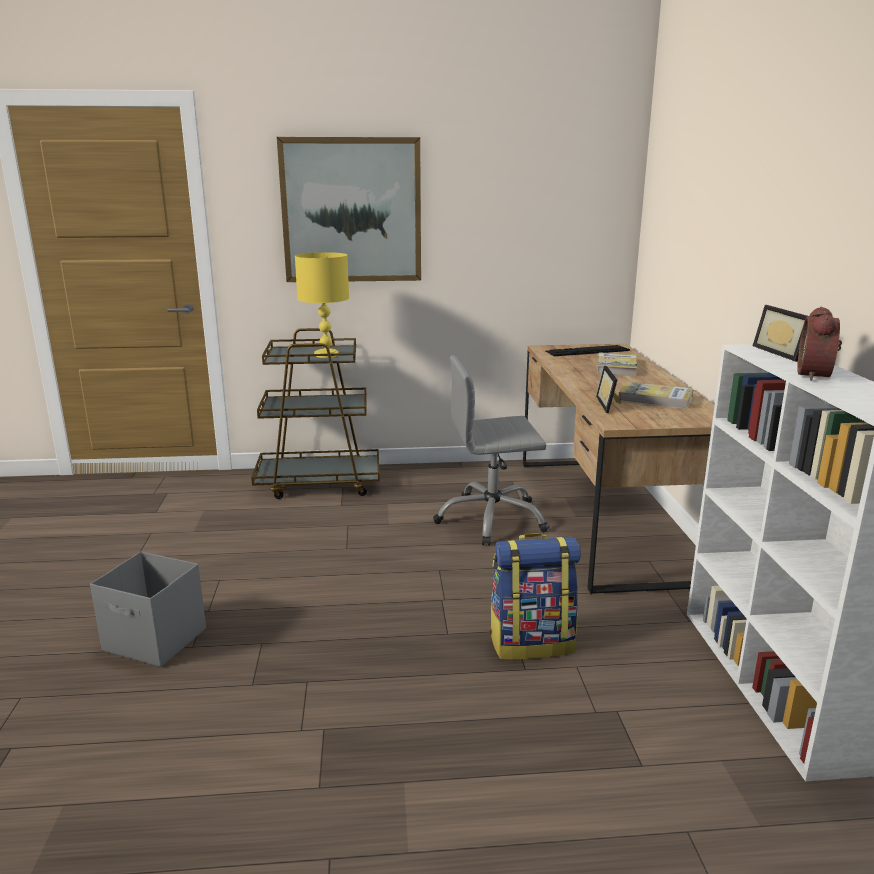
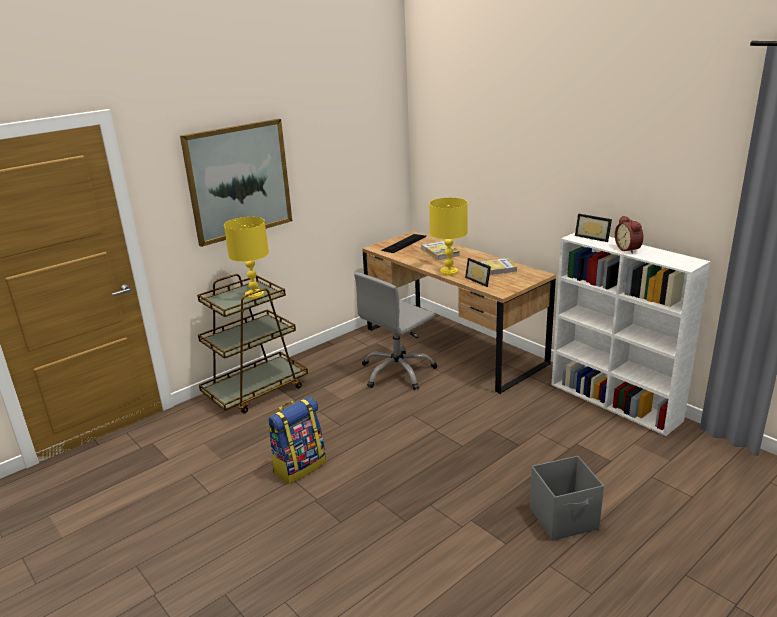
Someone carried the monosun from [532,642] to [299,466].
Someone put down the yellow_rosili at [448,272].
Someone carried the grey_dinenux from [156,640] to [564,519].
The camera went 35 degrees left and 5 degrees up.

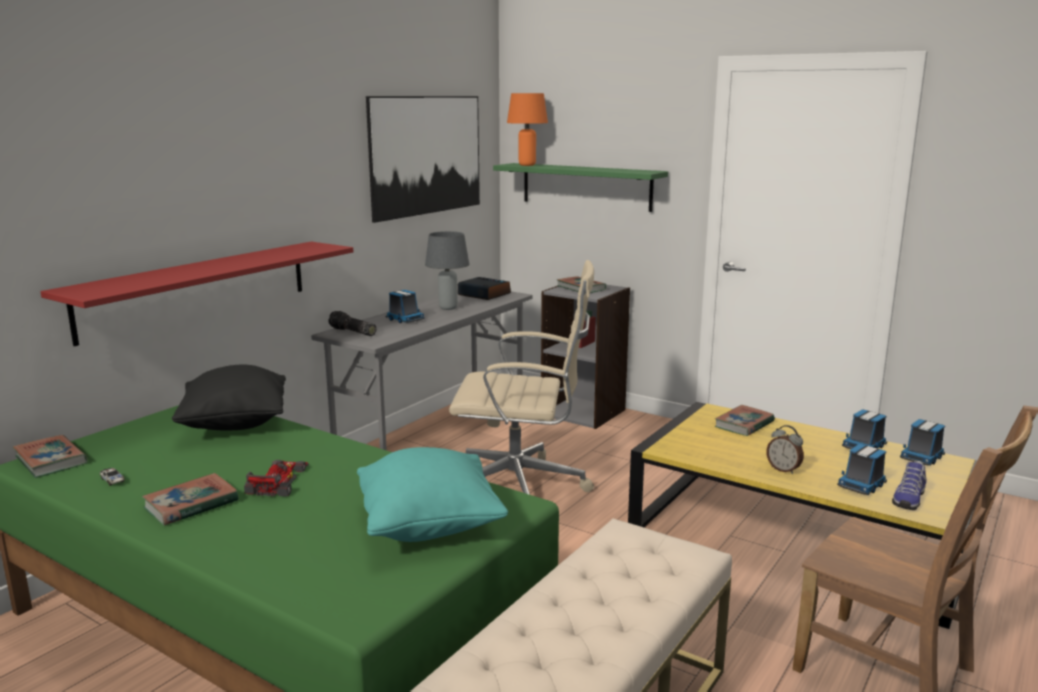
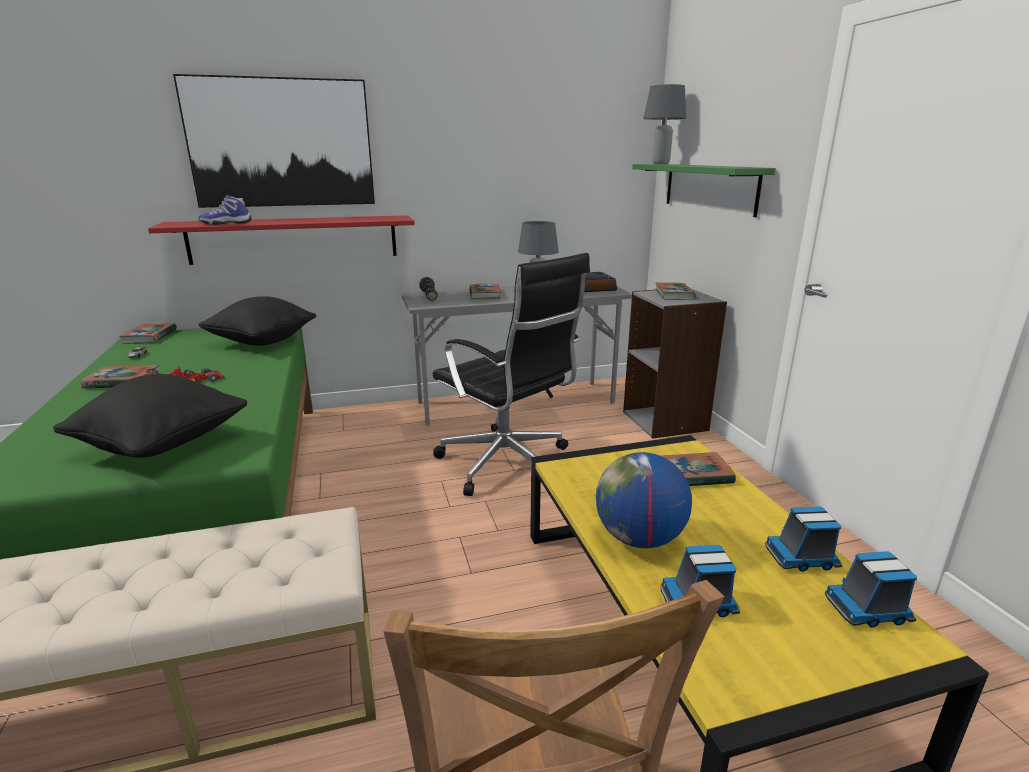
Someone repainted the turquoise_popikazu at [429,526], which became the black_popikazu at [163,446].
Someone carried the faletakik from [426,155] to [281,143].
Someone carried the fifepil from [908,499] to [226,223].
Someone repainted the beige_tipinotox at [521,488], which became the black_tipinotox at [507,465].
Someone swapped the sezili at [404,319] for the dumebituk at [484,294].
Someone swapped the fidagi at [783,469] for the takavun at [639,539].
Someone repainted the orange_rosili at [527,165], which became the grey_rosili at [661,164].
The camera went 40 degrees right and 5 degrees up.

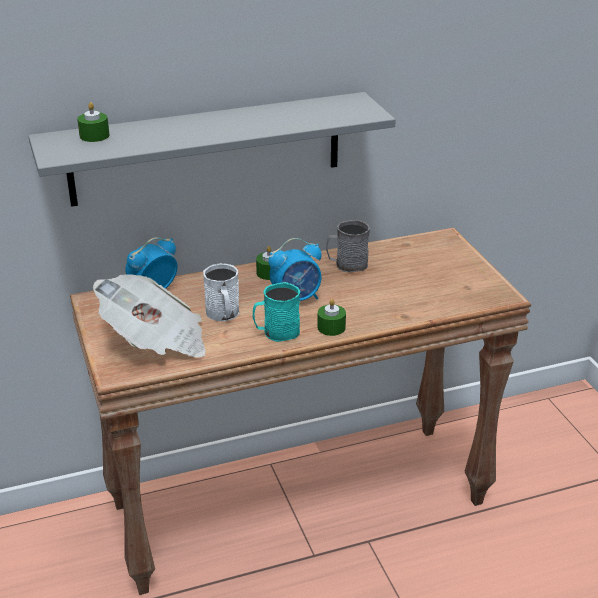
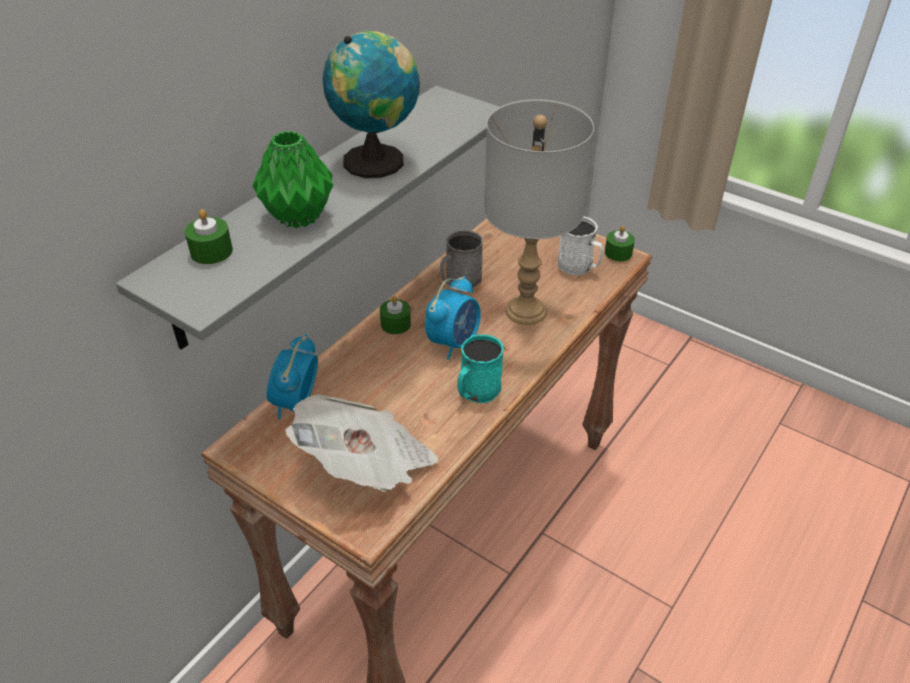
Someone put down the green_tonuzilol at [300,217].
Someone put down the takavun at [378,161].
Someone put down the grey_rosili at [525,311].
Someone carried the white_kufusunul from [223,314] to [579,266].
Someone carried the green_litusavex from [331,327] to [618,253].
The camera went 35 degrees left and 10 degrees up.

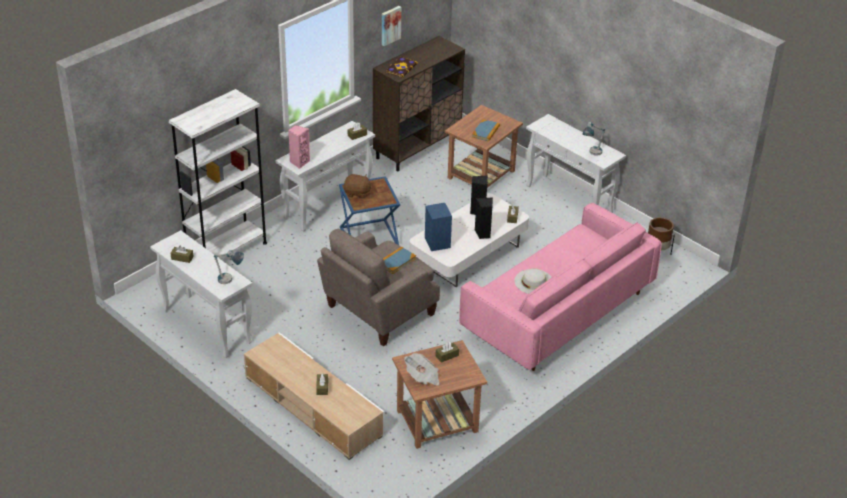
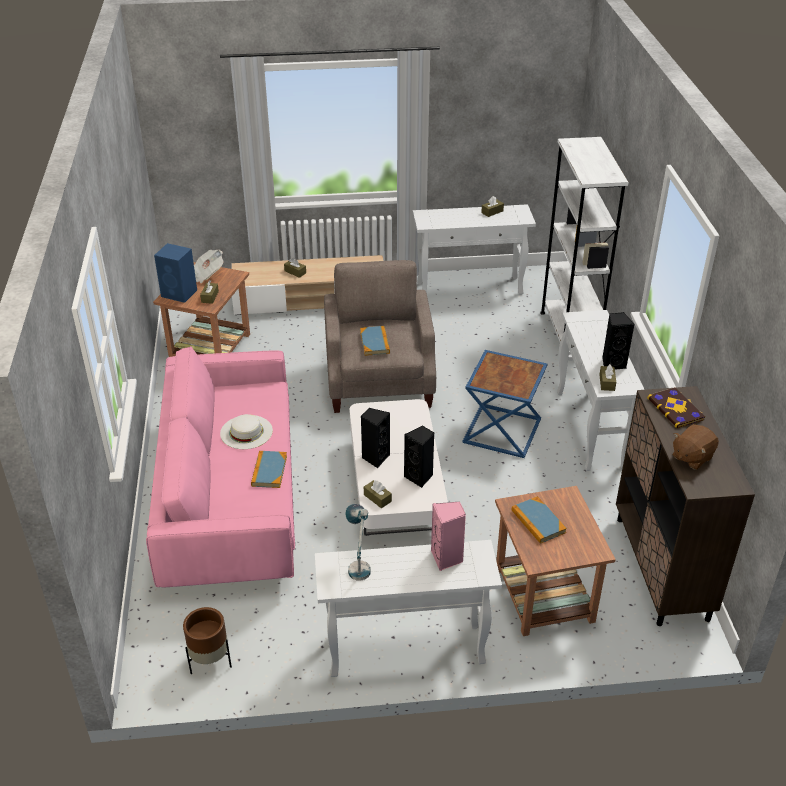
Someone carried the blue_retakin from [437,242] to [180,293].
Someone put down the dumebituk at [269,471].
Someone carried the pink_retakin from [299,162] to [447,558].
Someone put down the black_retakin at [612,363].
Someone carried the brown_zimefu from [357,193] to [691,457].
Someone took away the rosili at [230,281].
Someone took away the faletakik at [390,25].
The camera went 130 degrees right and 0 degrees up.

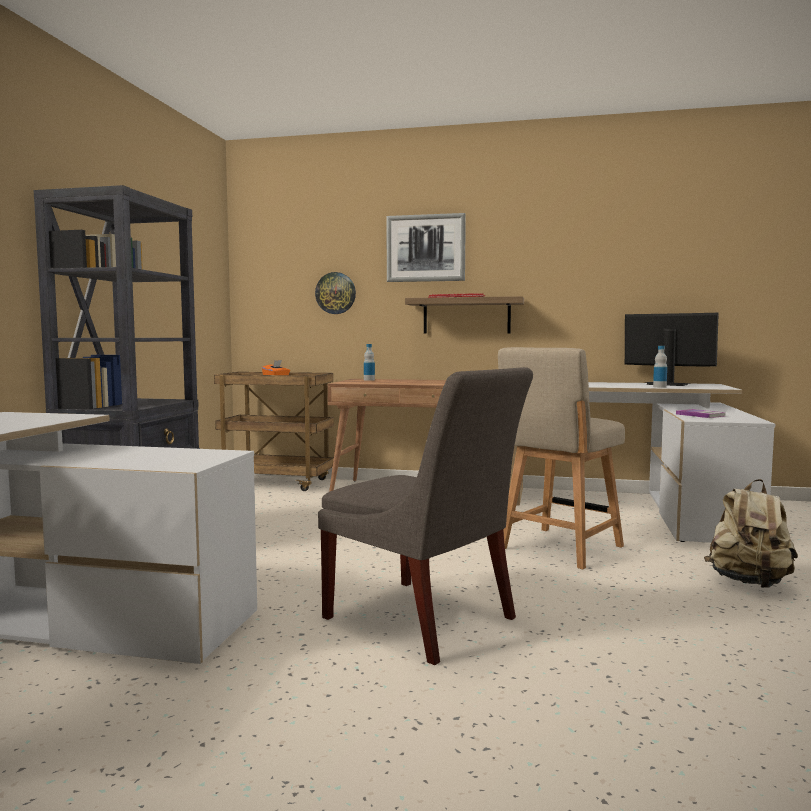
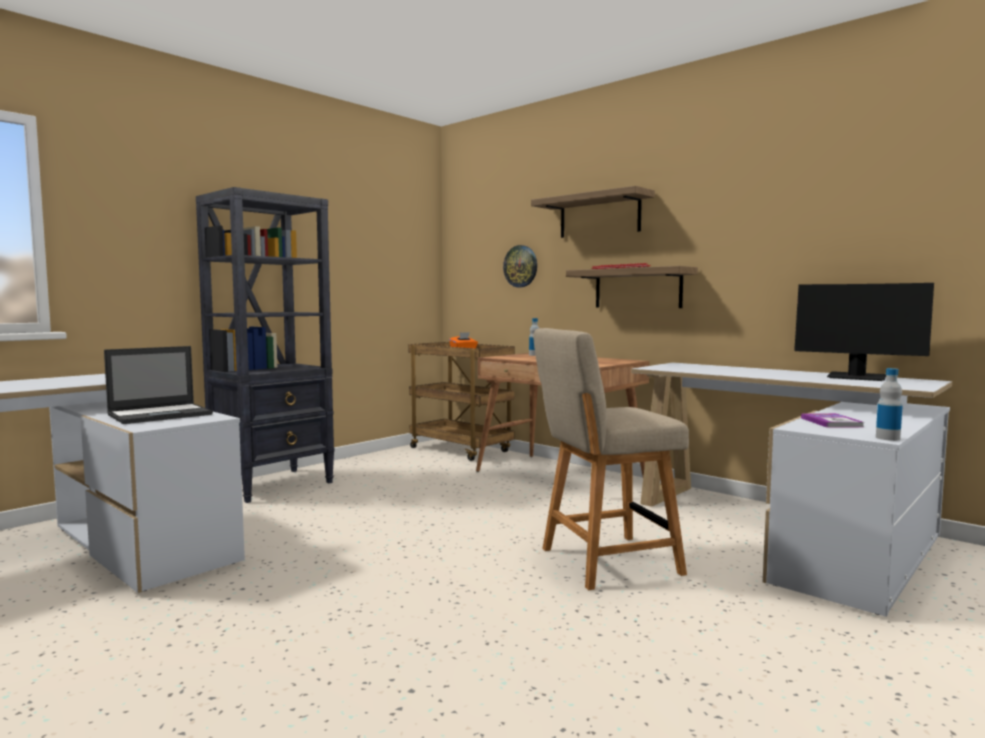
Someone put down the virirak at [161,414].
Someone swapped the faletakik at [425,248] for the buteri at [599,216].
Someone rotated the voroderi at [667,384] by 150 degrees clockwise.
Someone carried the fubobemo from [659,387] to [887,438].
Someone took away the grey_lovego at [424,621].
Someone took away the beige_monosun at [749,583].
The camera went 30 degrees right and 0 degrees up.

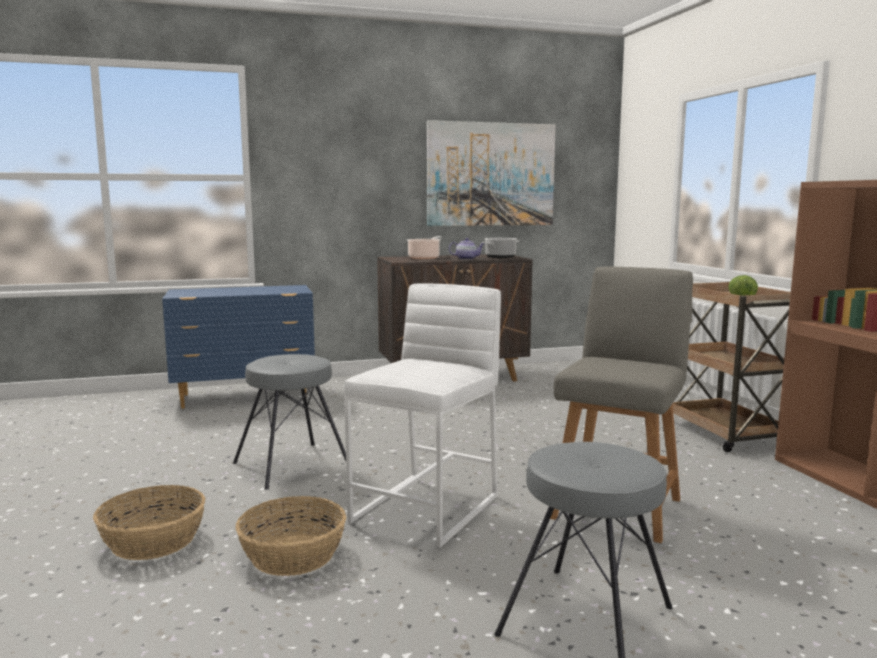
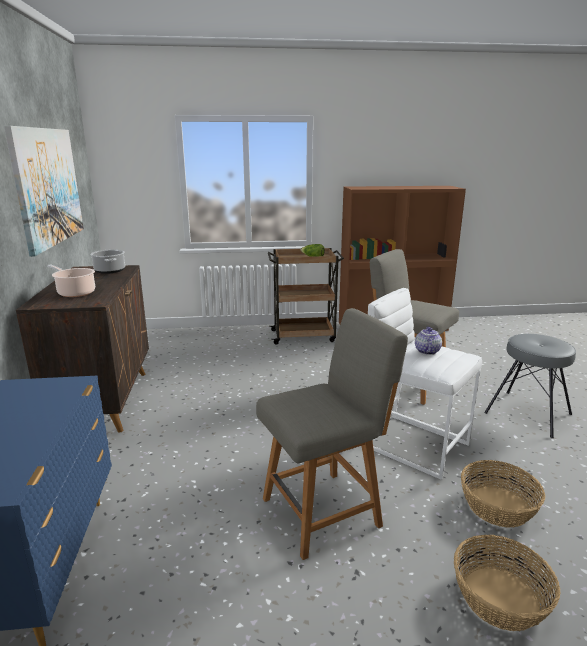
Someone swapped the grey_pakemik at [292,465] for the grey_lovego at [324,510].
Someone carried the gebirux from [467,259] to [426,351].
The camera went 80 degrees left and 10 degrees up.

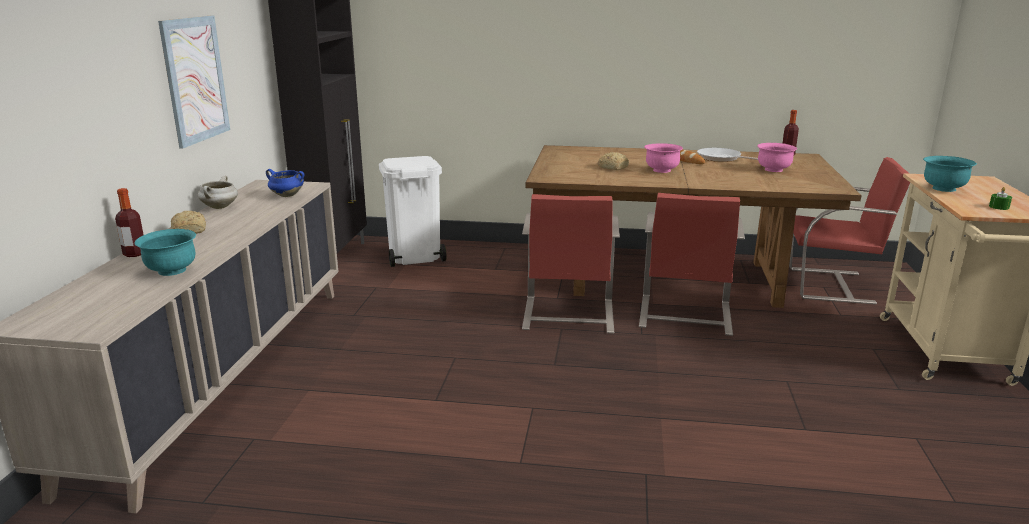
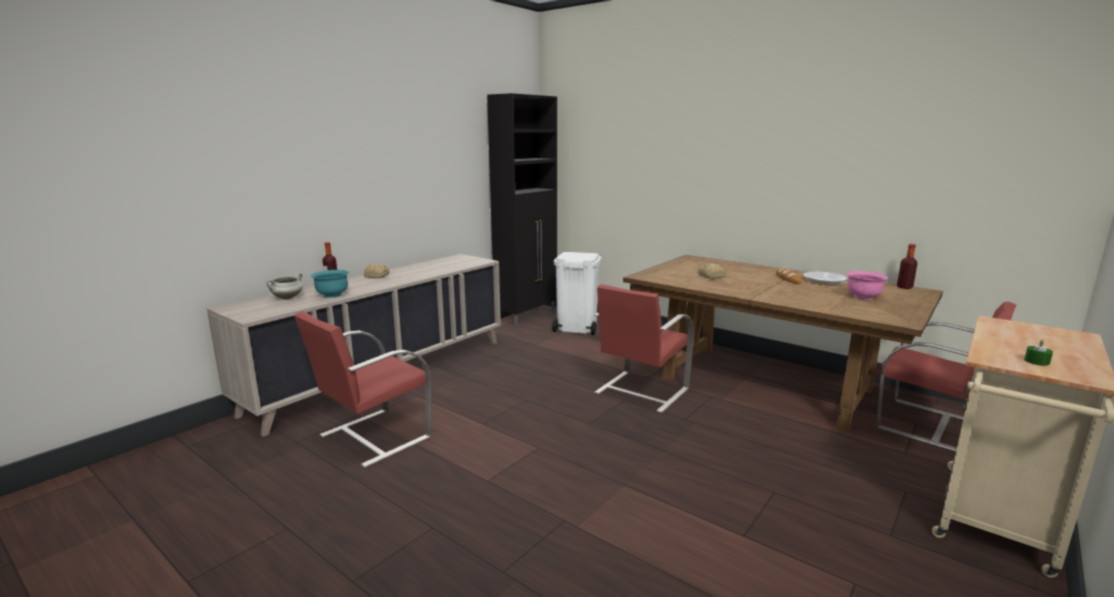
Someone carried the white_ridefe from [220,207] to [287,298].
Someone carried the red_lovego from [684,316] to [373,437].
Someone took away the faletakik at [195,80].
Someone took away the blue_ridefe at [286,195].
Someone took away the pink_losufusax at [661,170].
Someone took away the turquoise_losufusax at [943,189].
The camera went 30 degrees right and 5 degrees down.

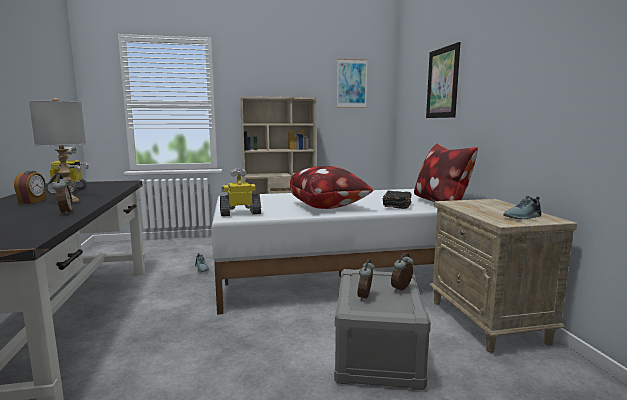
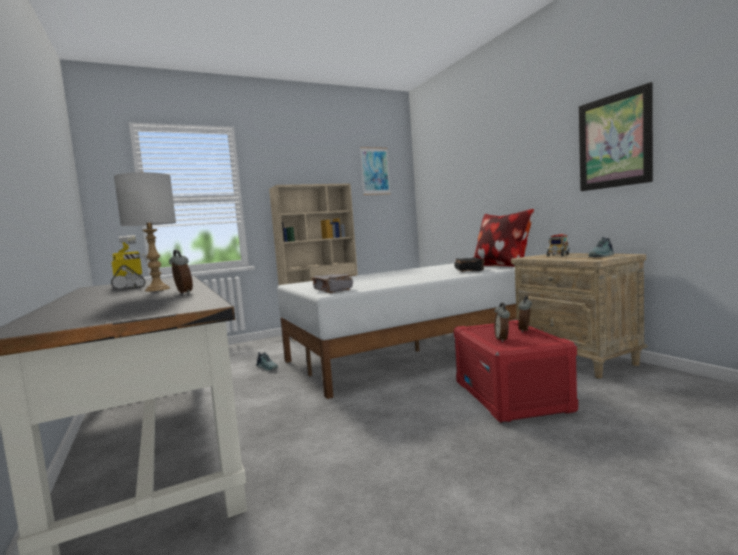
Someone swapped the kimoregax at [240,213] for the grey_dumebituk at [332,290].
Someone repainted the grey_dinenux at [378,353], which became the red_dinenux at [512,396].
Someone put down the sezili at [557,256].
Someone carried the faletakik from [442,83] to [614,141].
Someone took away the fidagi at [33,201].
Someone took away the popikazu at [328,207].
The camera went 15 degrees left and 5 degrees down.

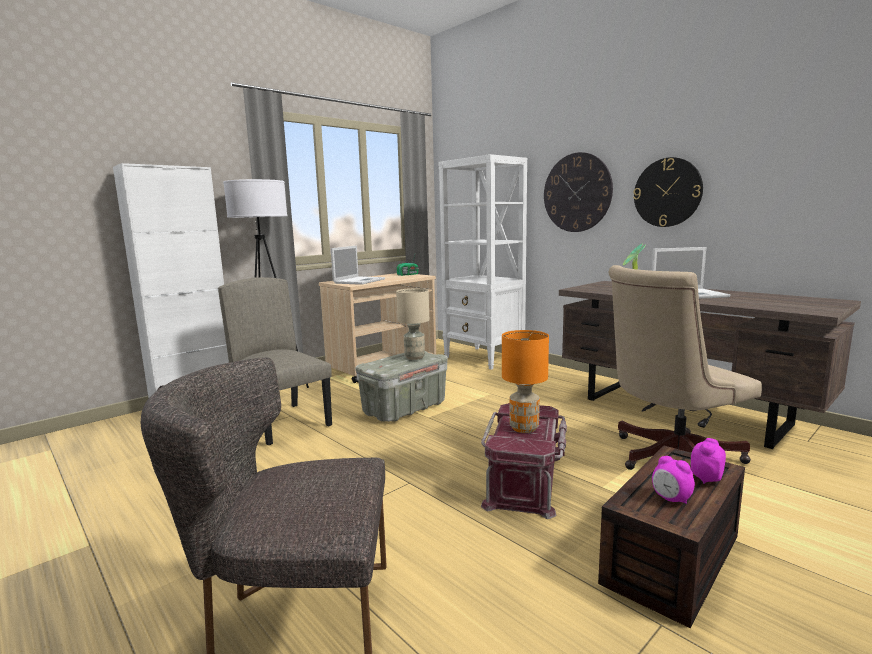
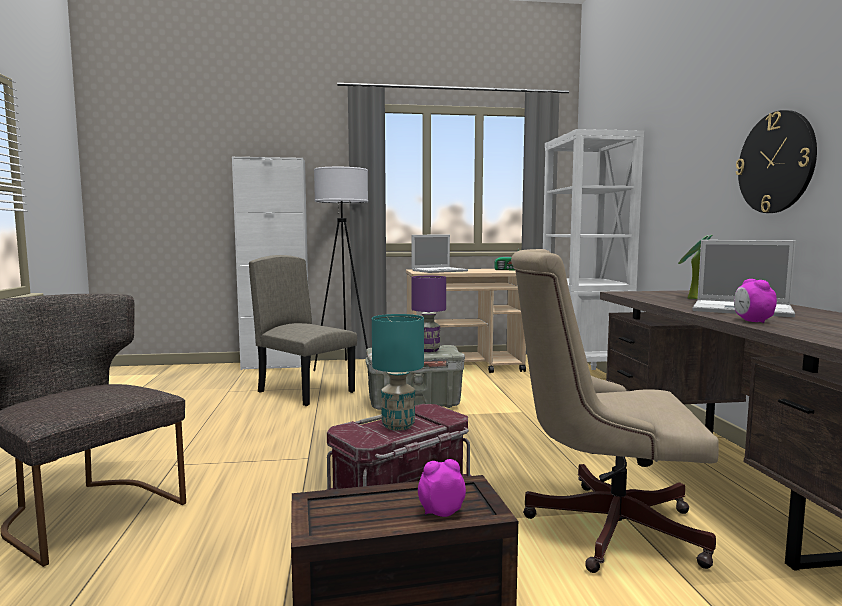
Someone rotated the beige_lovego at [284,423] by 45 degrees counterclockwise.
Someone repainted the orange_rosili at [524,428], which became the turquoise_rosili at [397,426].
Someone repainted the beige_rosili at [415,357], which became the purple_rosili at [429,350].
Someone carried the fidagi from [671,499] to [752,321].
Someone took away the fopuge at [577,193].
The camera went 35 degrees right and 5 degrees down.

